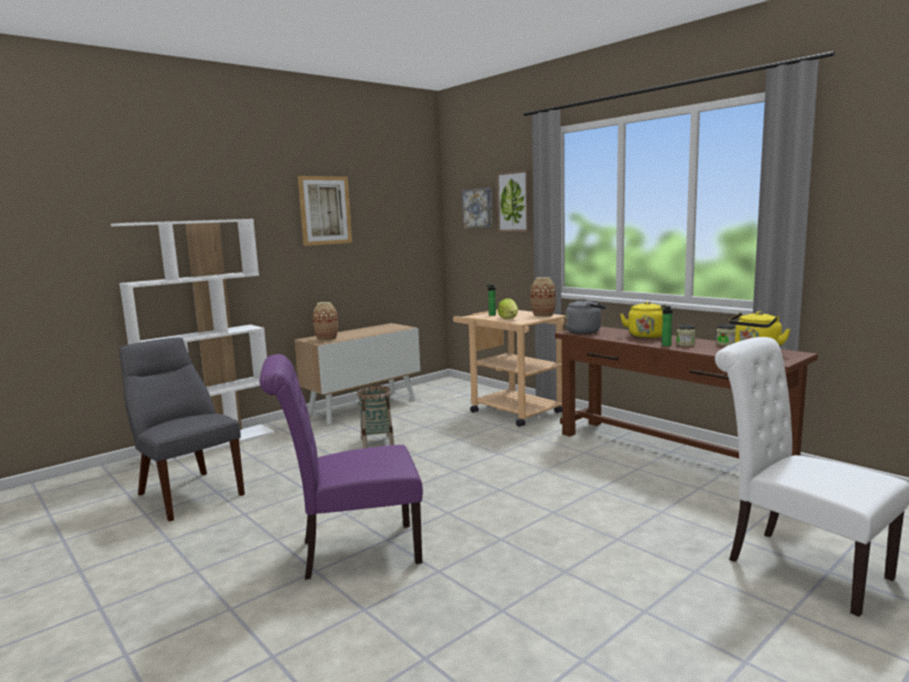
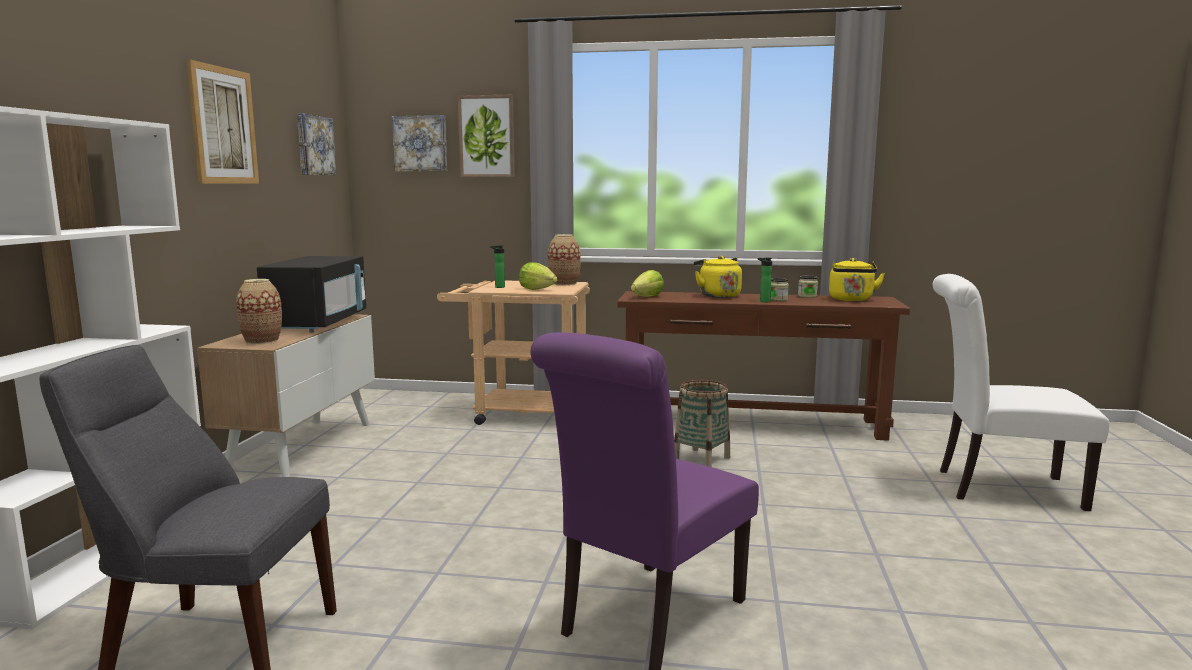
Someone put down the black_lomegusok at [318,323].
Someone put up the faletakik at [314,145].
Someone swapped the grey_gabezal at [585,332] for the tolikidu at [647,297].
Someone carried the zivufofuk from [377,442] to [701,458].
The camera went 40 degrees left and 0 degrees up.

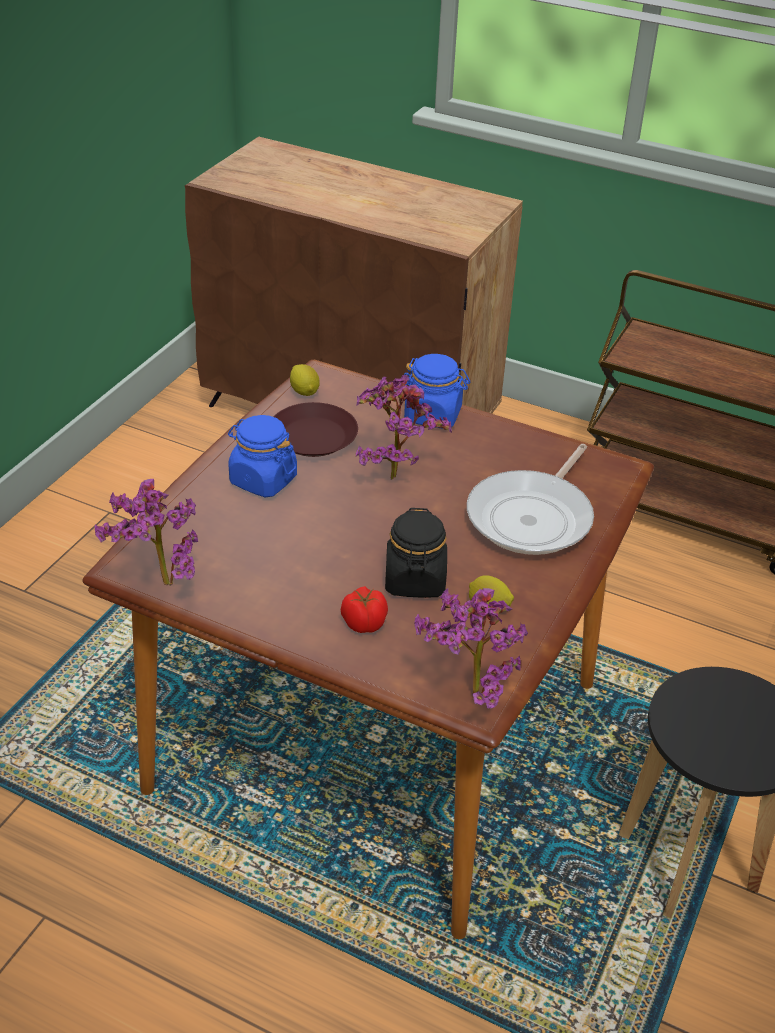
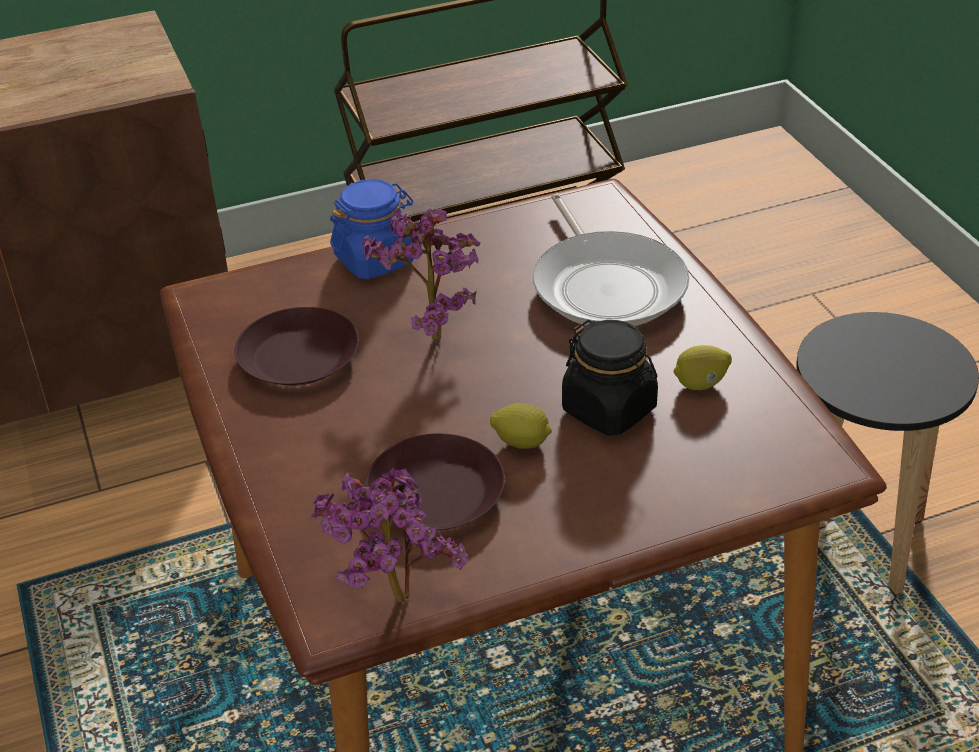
Someone put down the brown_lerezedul at [436,494].
Someone carried the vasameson from [304,391] to [522,442].
Someone took away the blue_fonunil at [262,480].
Someone took away the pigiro at [363,623].
Someone took away the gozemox at [468,695].
The camera went 45 degrees left and 0 degrees up.

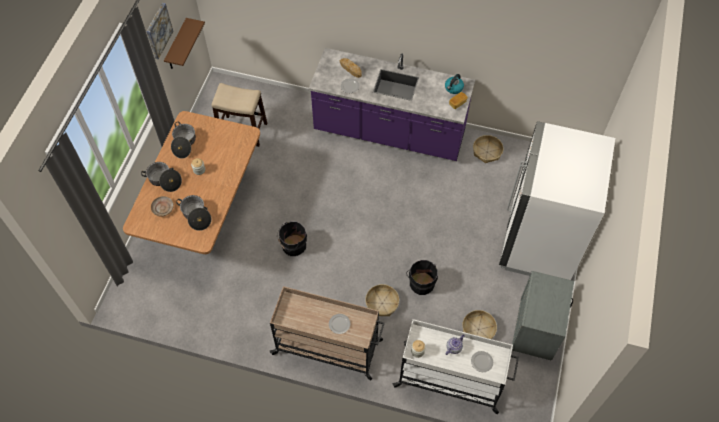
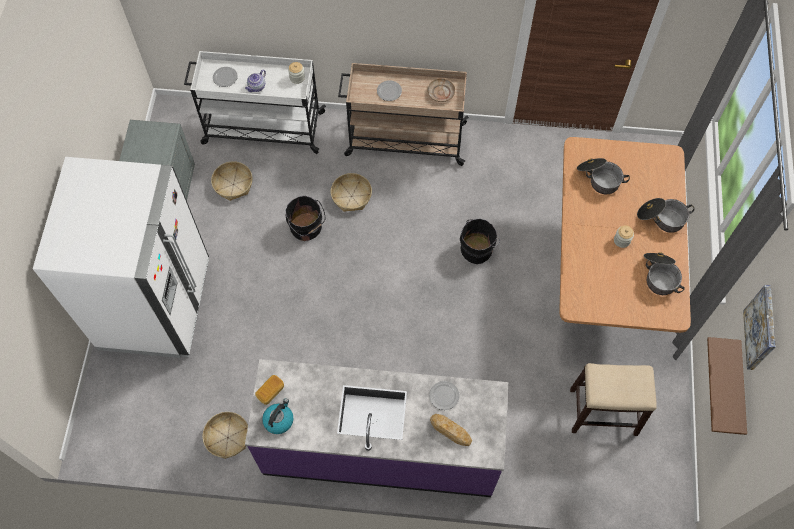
Someone carried the beige_lerezedul from [163,208] to [441,93].
The camera went 170 degrees right and 5 degrees up.

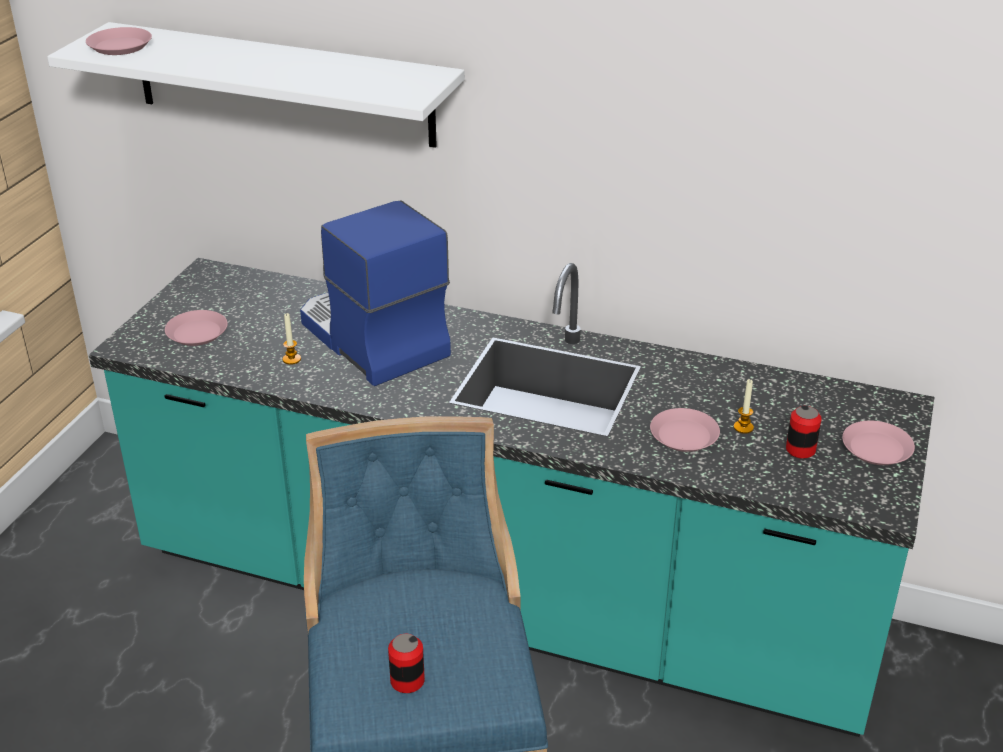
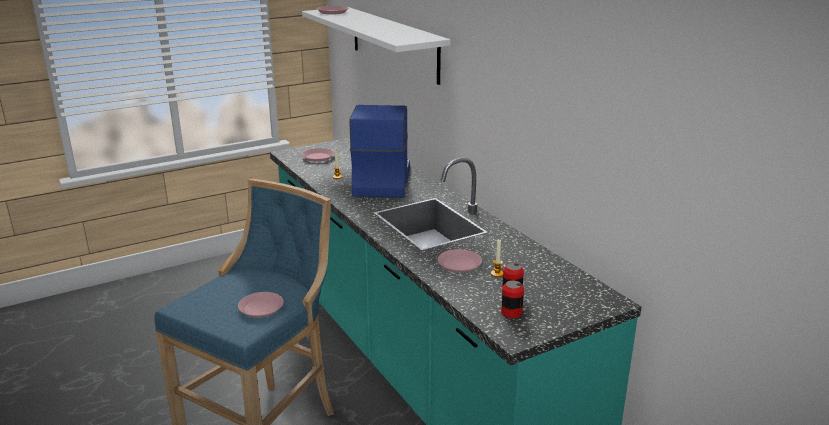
Someone carried the pink_lerezedul from [877,449] to [261,308].
Someone carried the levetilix from [407,681] to [511,313].
The camera went 40 degrees right and 10 degrees down.

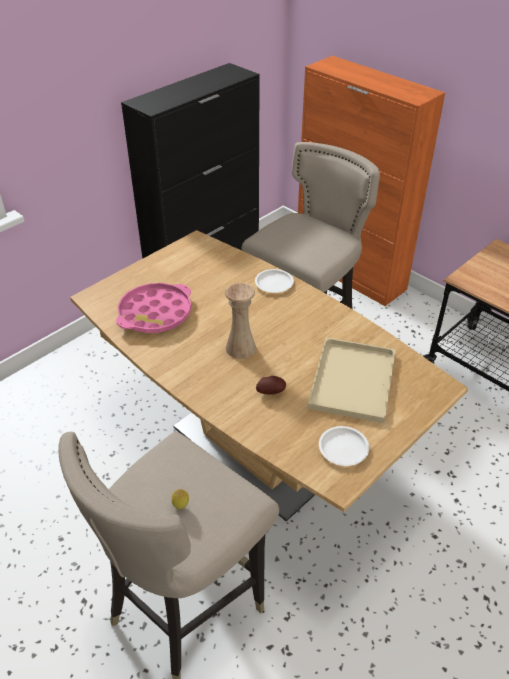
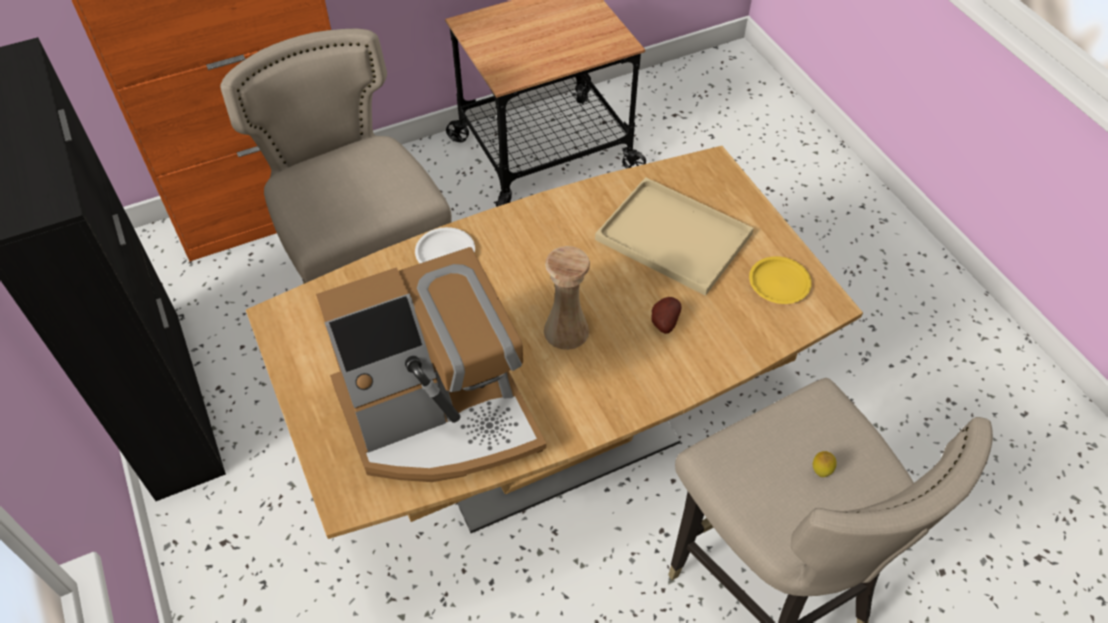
Someone swapped the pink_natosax at [155,313] for the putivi at [439,416].
Someone repainted the white_lerezedul at [343,448], which became the yellow_lerezedul at [779,283].
The camera went 70 degrees left and 10 degrees up.

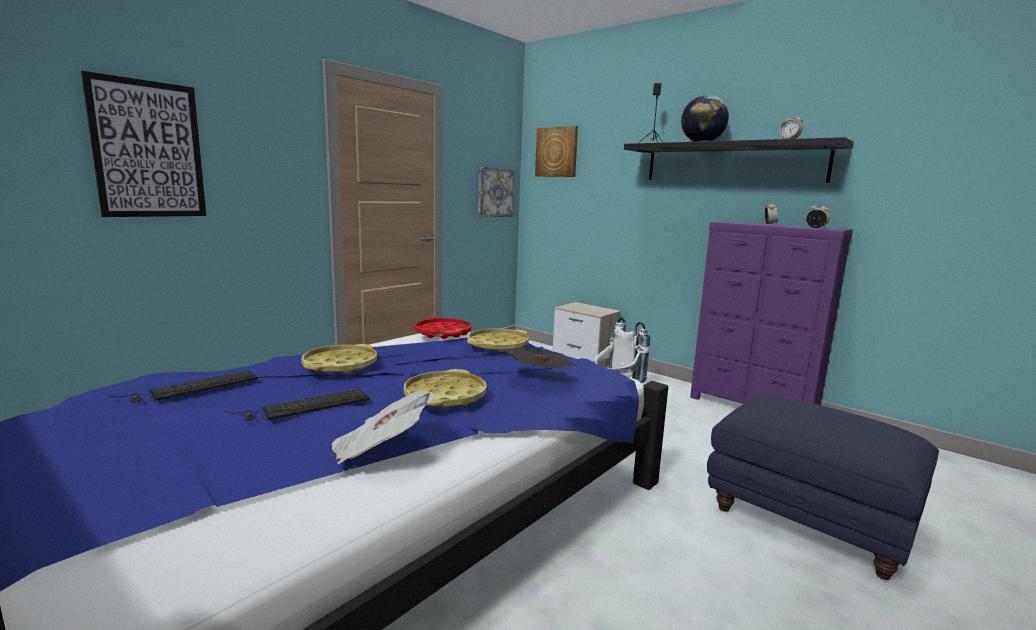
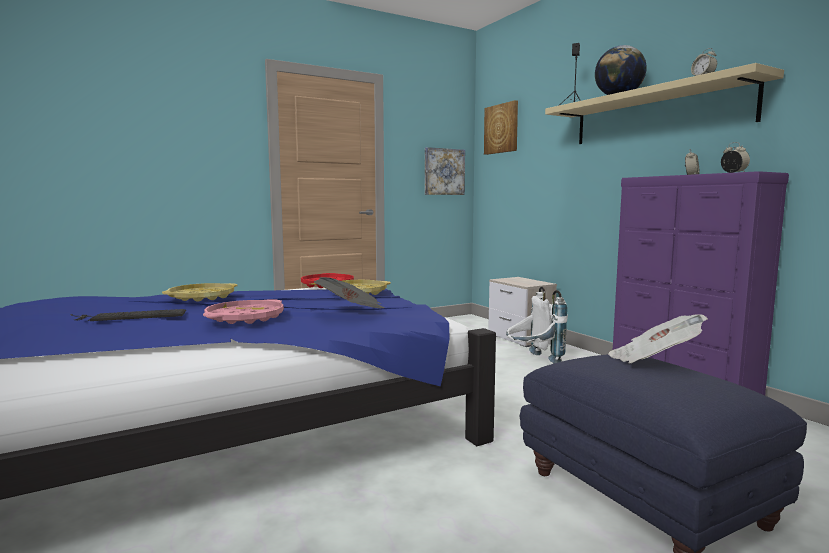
Someone repainted the yellow_natosax at [445,396], which became the pink_natosax at [245,318].
Someone repainted the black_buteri at [732,162], which became the beige_buteri at [656,114].
Someone carried the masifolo from [380,450] to [653,361].
Someone took away the faletakik at [148,150].
Someone took away the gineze at [191,388].
The camera went 20 degrees right and 5 degrees down.

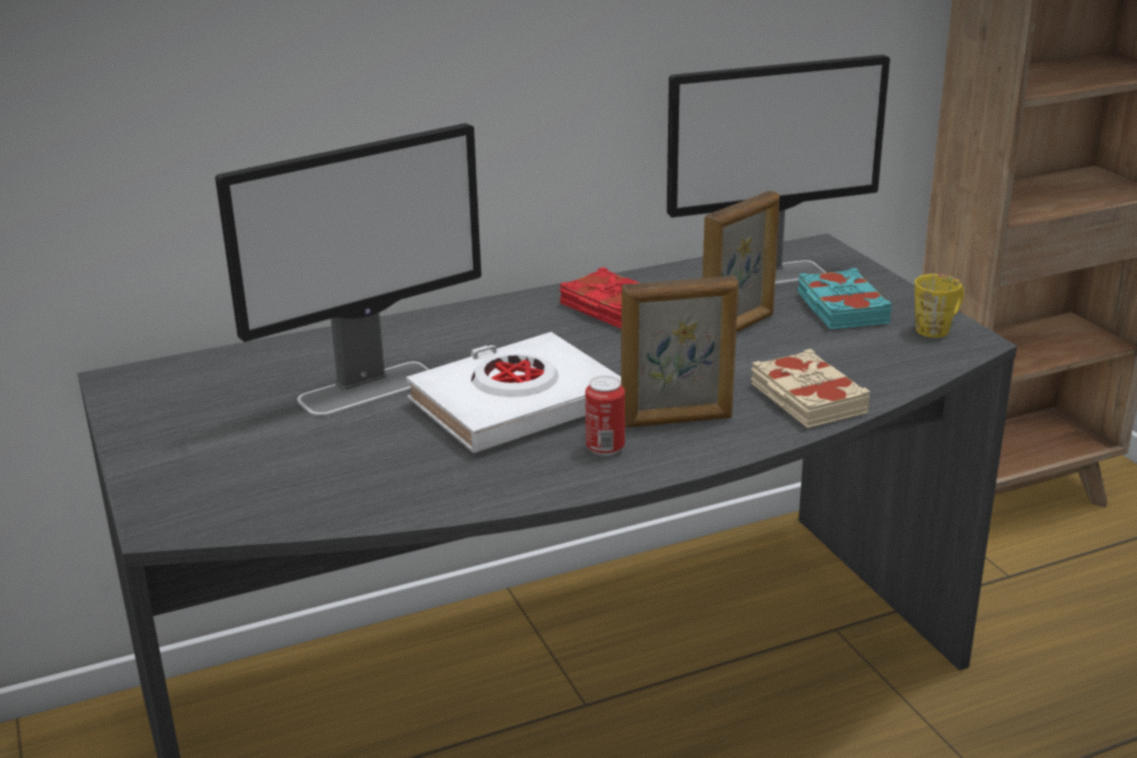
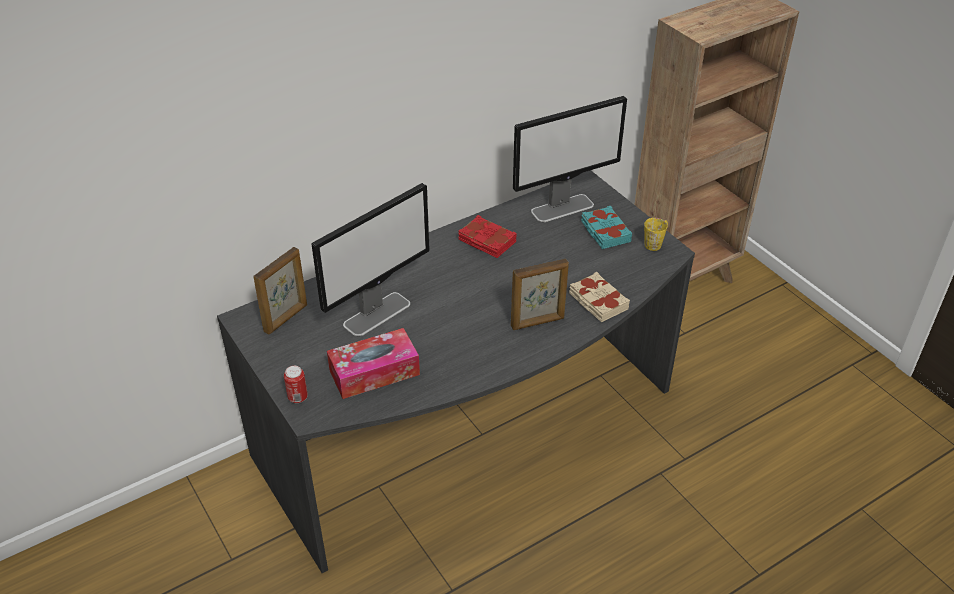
Someone carried the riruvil from [738,328] to [286,318].
Someone carried the levetilix from [605,448] to [297,397].
Someone put down the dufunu at [374,372].
Someone took away the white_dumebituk at [516,404].
The camera went 10 degrees left and 15 degrees up.

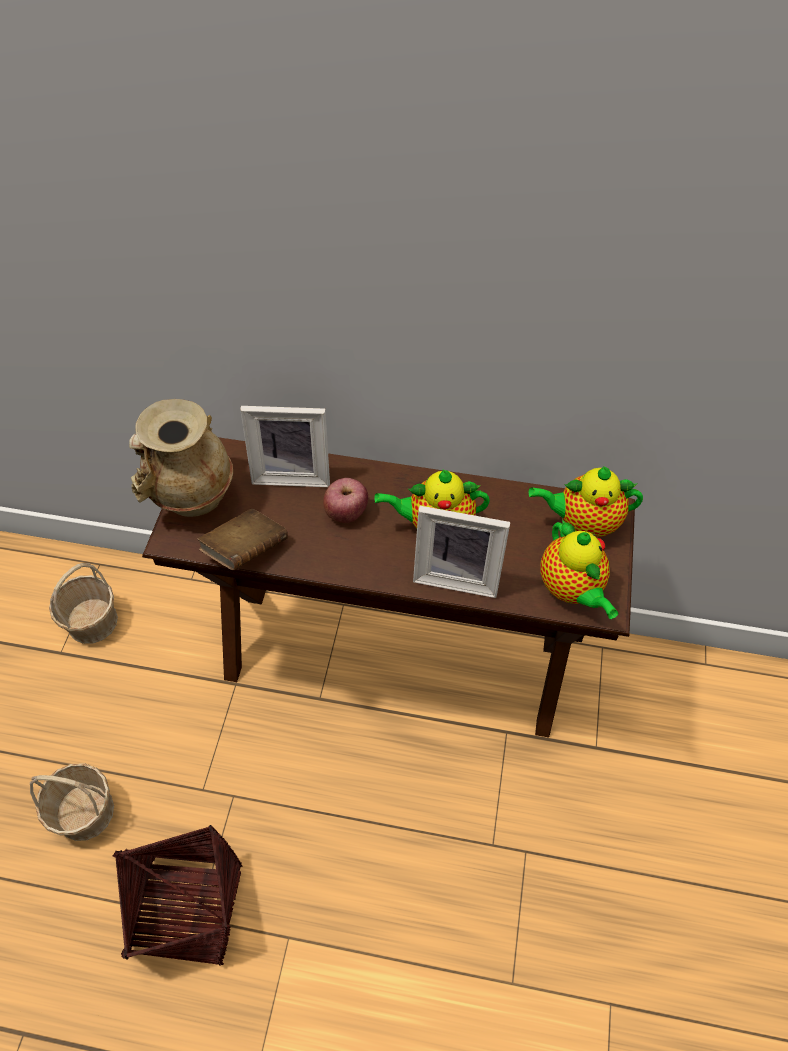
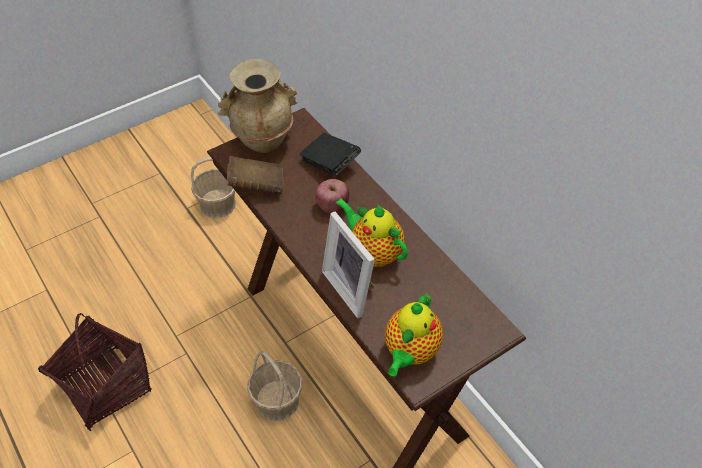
Someone carried the zivufofuk from [85,811] to [277,400].
Someone swapped the riruvil at [292,472] for the black_dumebituk at [330,164].
Someone took away the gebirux at [583,522].
The camera went 45 degrees right and 5 degrees down.

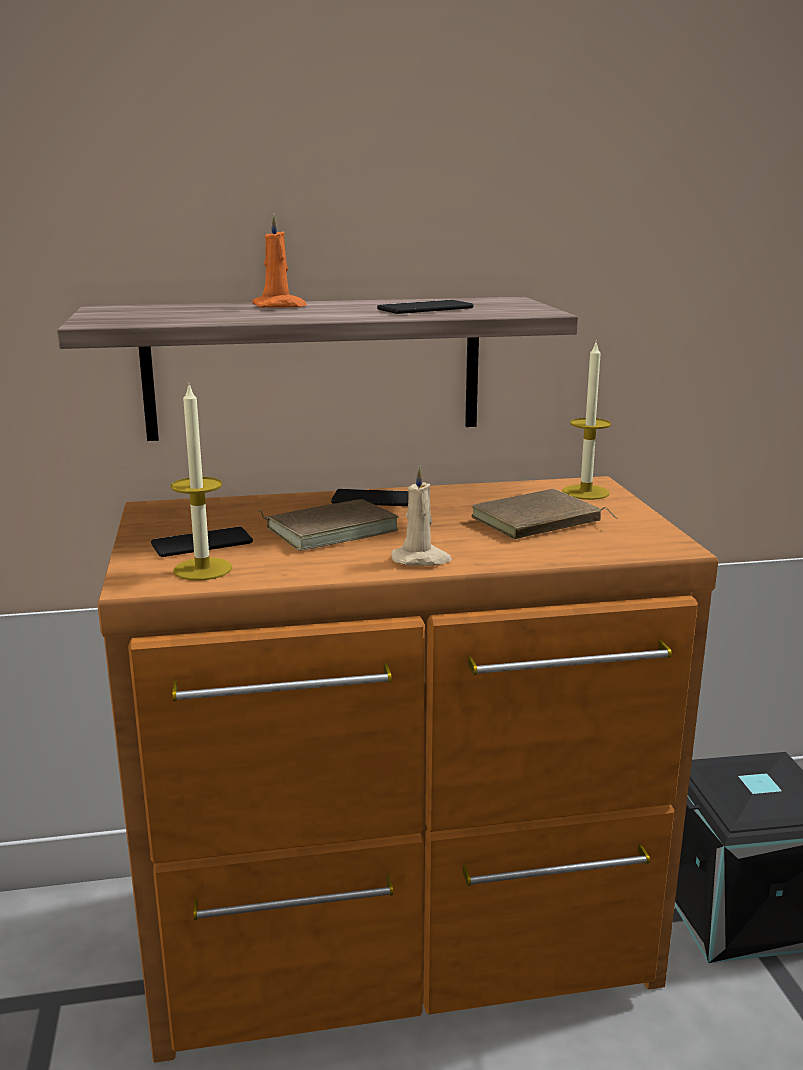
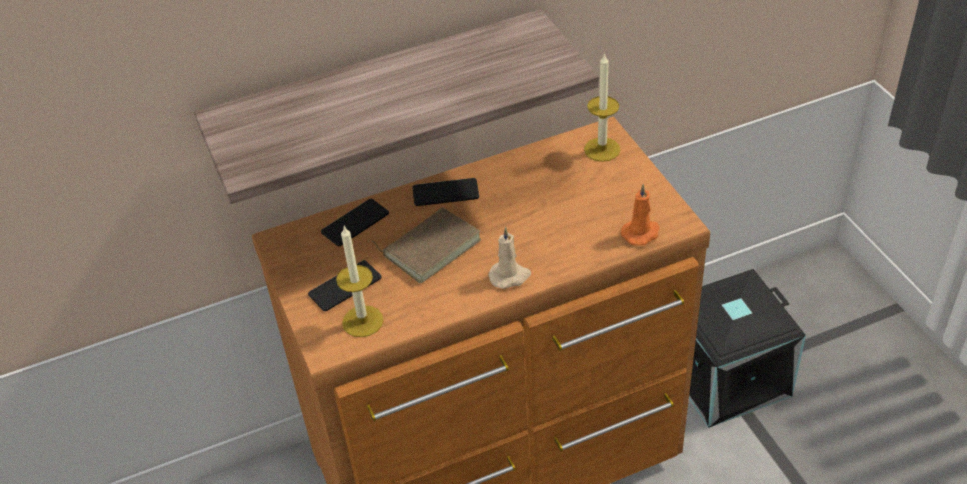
Someone carried the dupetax from [425,309] to [355,223].
Someone carried the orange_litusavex from [280,306] to [641,233].
Someone took away the brown_dumebituk at [537,522].
The camera went 10 degrees left and 25 degrees up.

